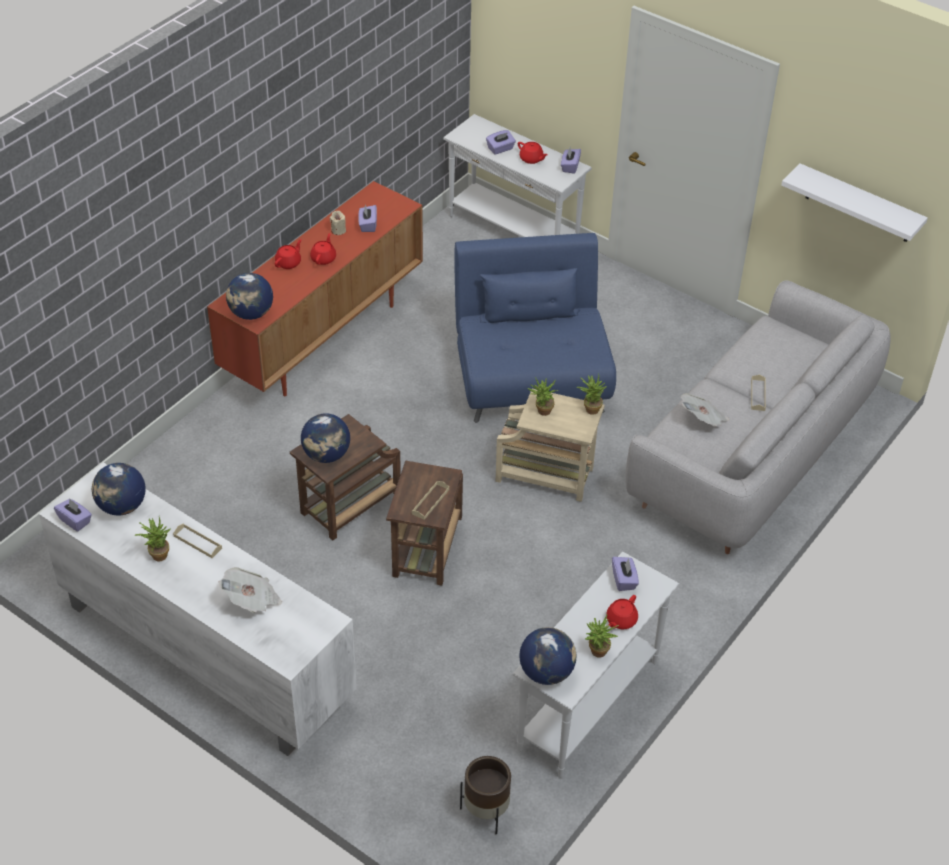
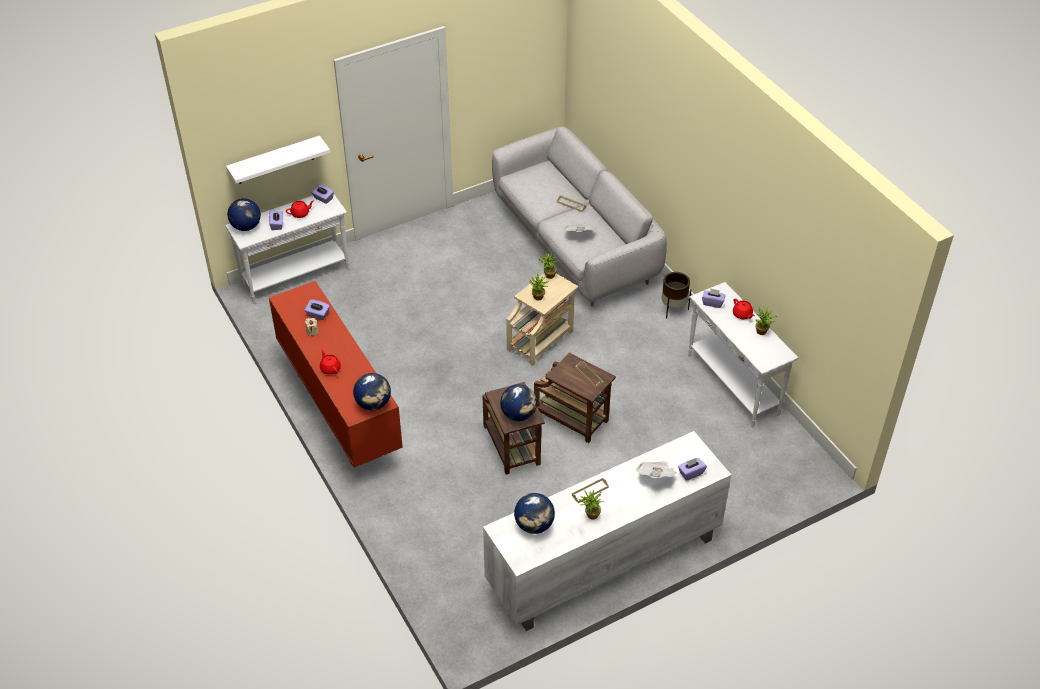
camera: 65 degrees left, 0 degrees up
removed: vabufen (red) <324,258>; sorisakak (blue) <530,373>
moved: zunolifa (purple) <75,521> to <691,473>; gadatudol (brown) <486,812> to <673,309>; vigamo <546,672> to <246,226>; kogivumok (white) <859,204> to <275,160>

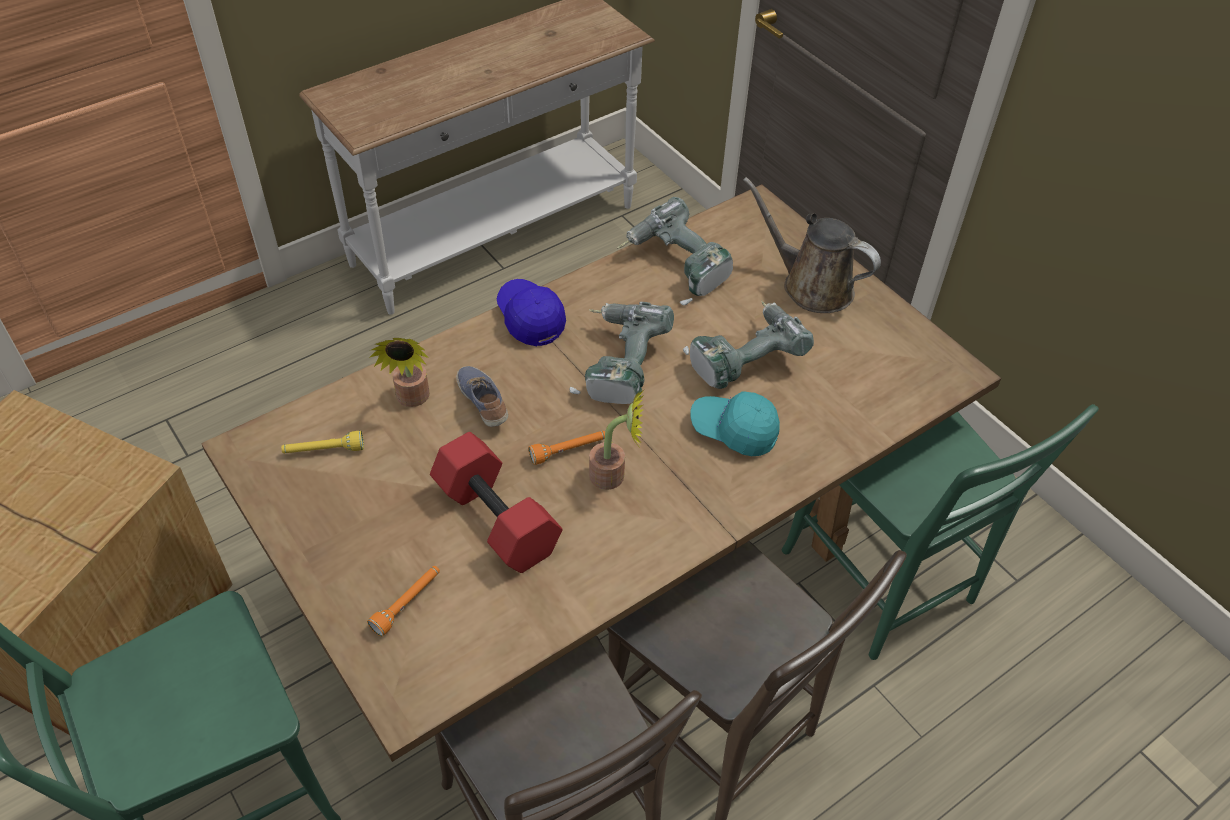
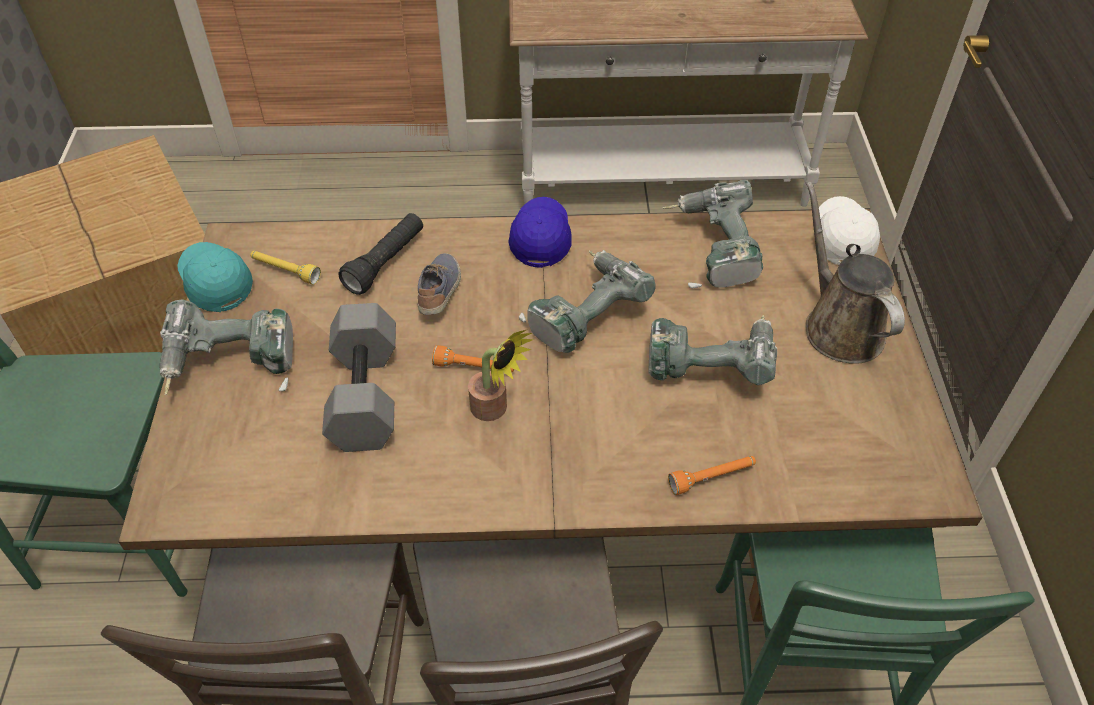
camera: 35 degrees right, 0 degrees up
added: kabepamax <232,366>; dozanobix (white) <842,238>
moved: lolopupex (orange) <407,603> to <712,478>; dozanobix (turquoise) <734,431> to <216,283>
replaced: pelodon <412,400> to lolopupex (black) <386,262>
recoloured: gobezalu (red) <499,519> to gobezalu (grey) <367,396>

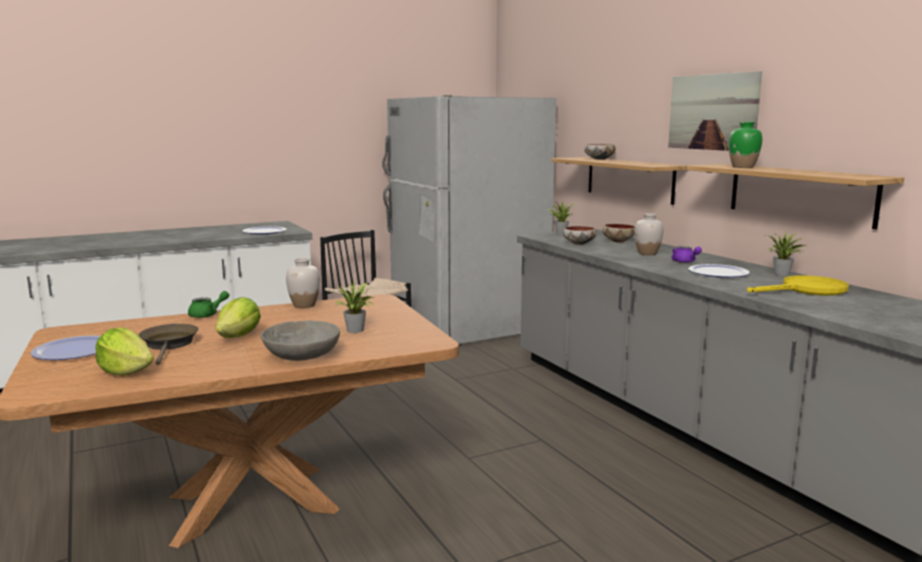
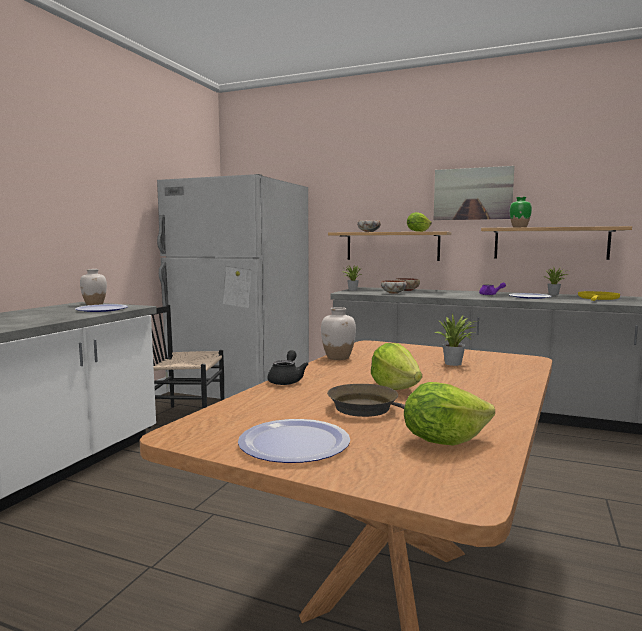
camera: 40 degrees left, 5 degrees down
removed: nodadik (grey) <301,355>
added: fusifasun <418,231>
moved: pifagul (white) <647,253> to <94,304>
recoloured: vabufen (green) <207,315> to vabufen (black) <286,380>

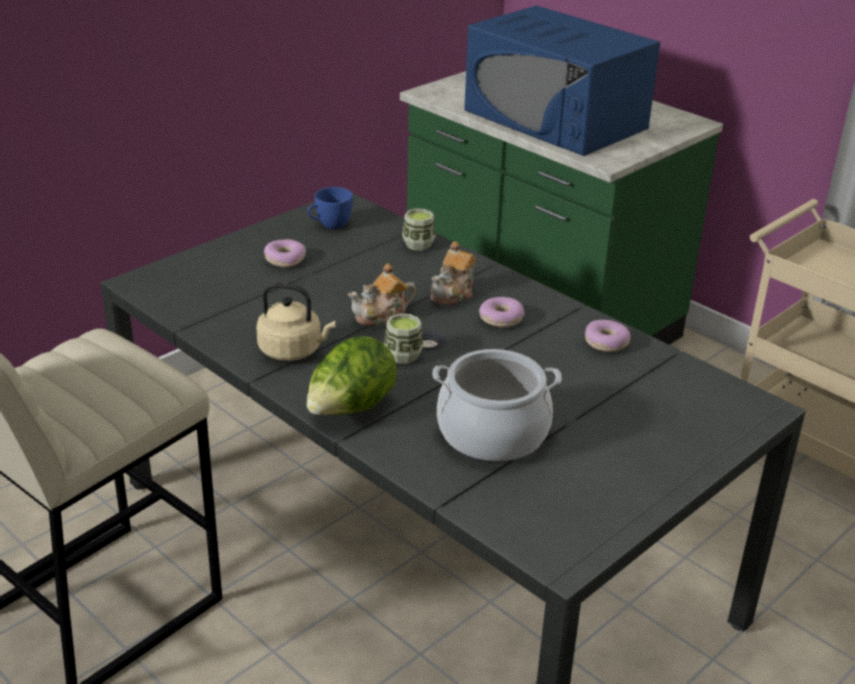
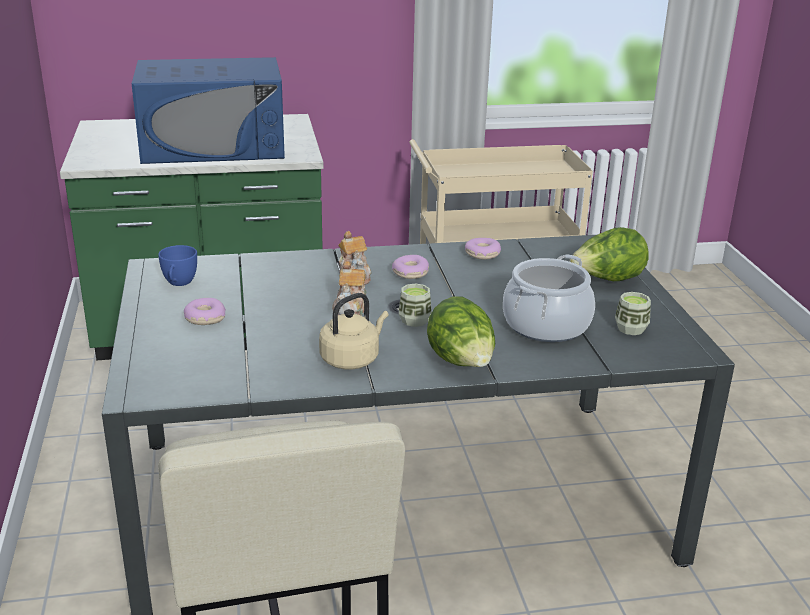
camera: 55 degrees left, 5 degrees down
added: fusifasun <607,280>
moved: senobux <418,244> to <630,328>

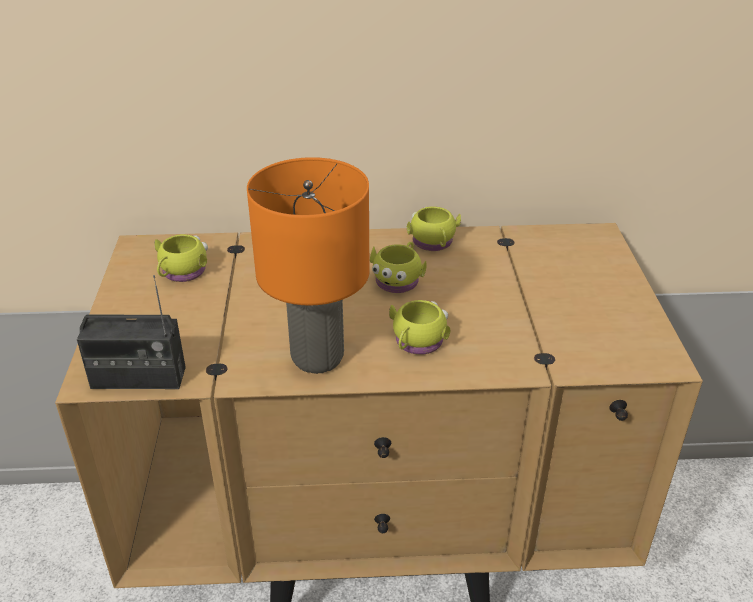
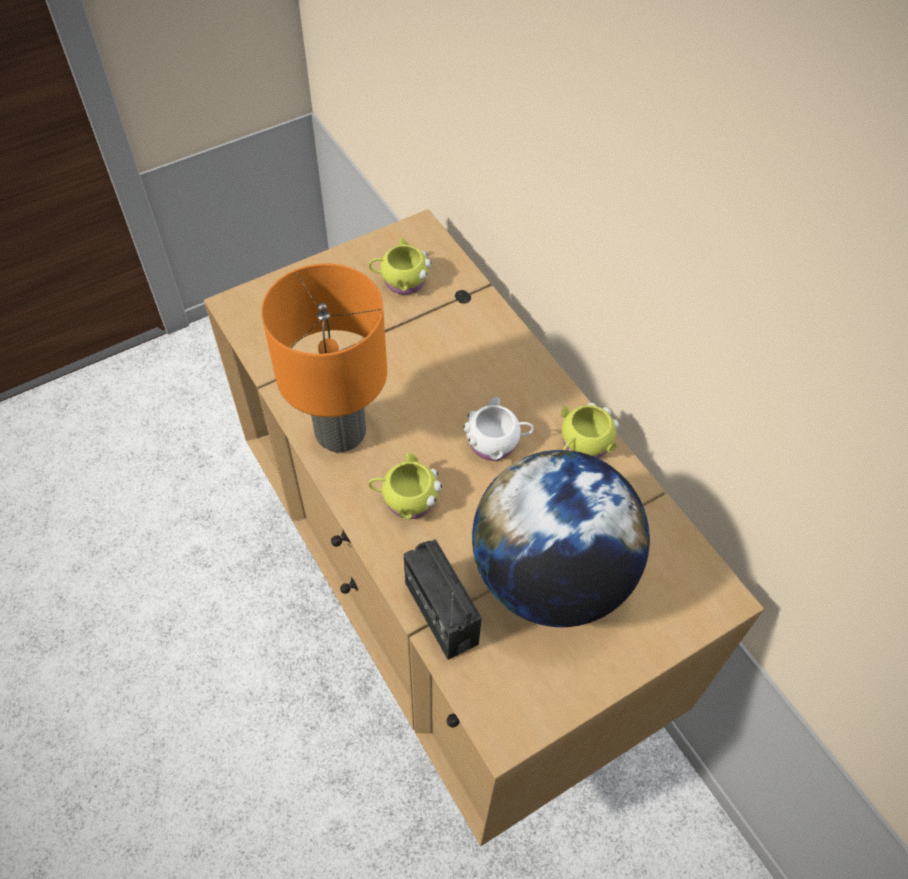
camera: 60 degrees right, 20 degrees up
added: vigamo <551,576>
moved: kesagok <138,378> to <440,613>
recoloured: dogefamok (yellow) <398,280> to dogefamok (white) <497,442>

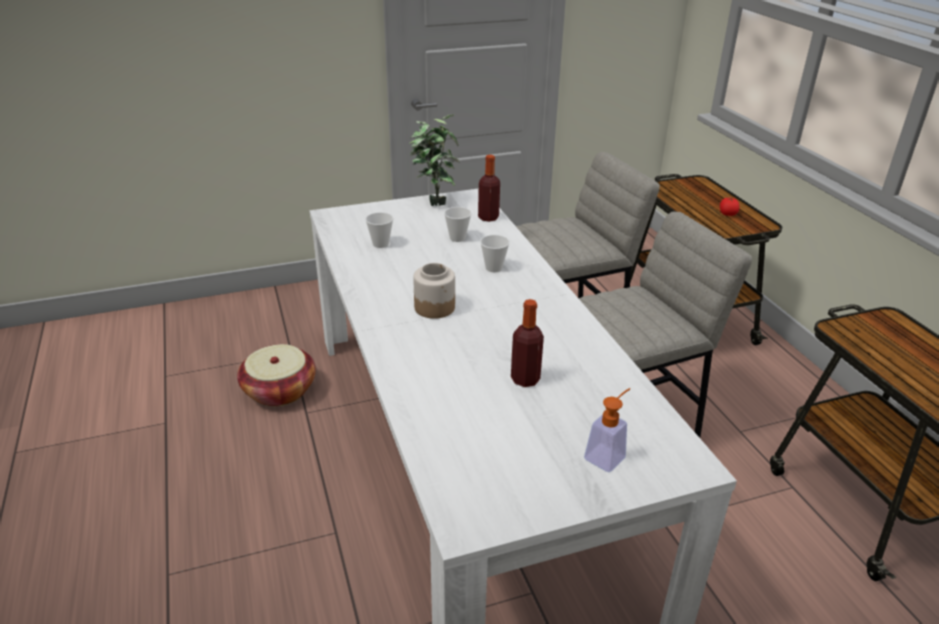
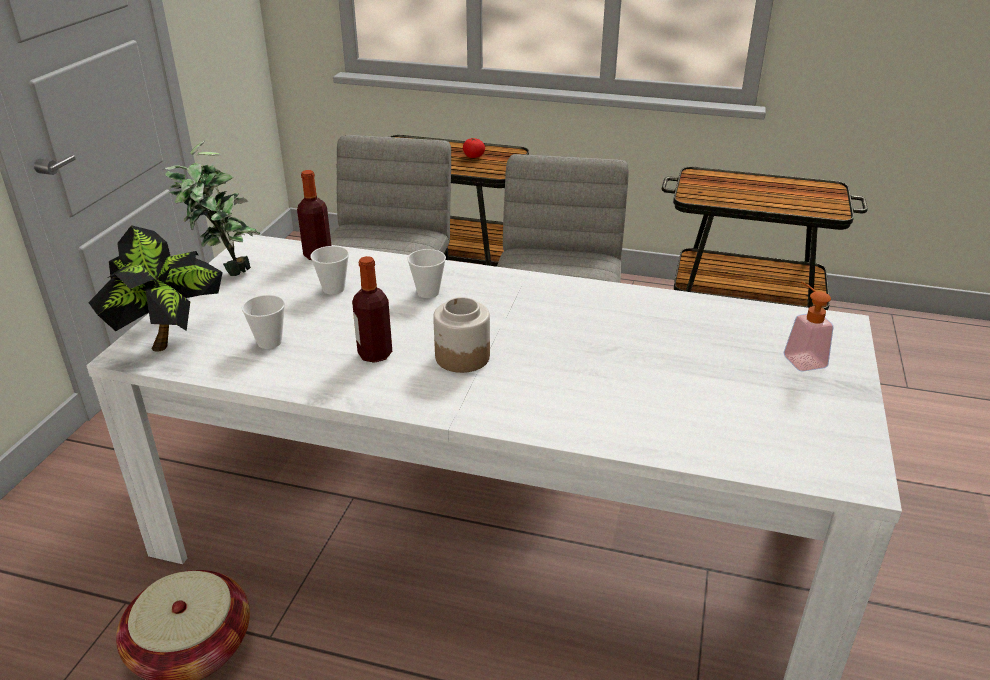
camera: 55 degrees left, 0 degrees up
added: pelodon <170,339>
moved: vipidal <525,379> to <375,354>

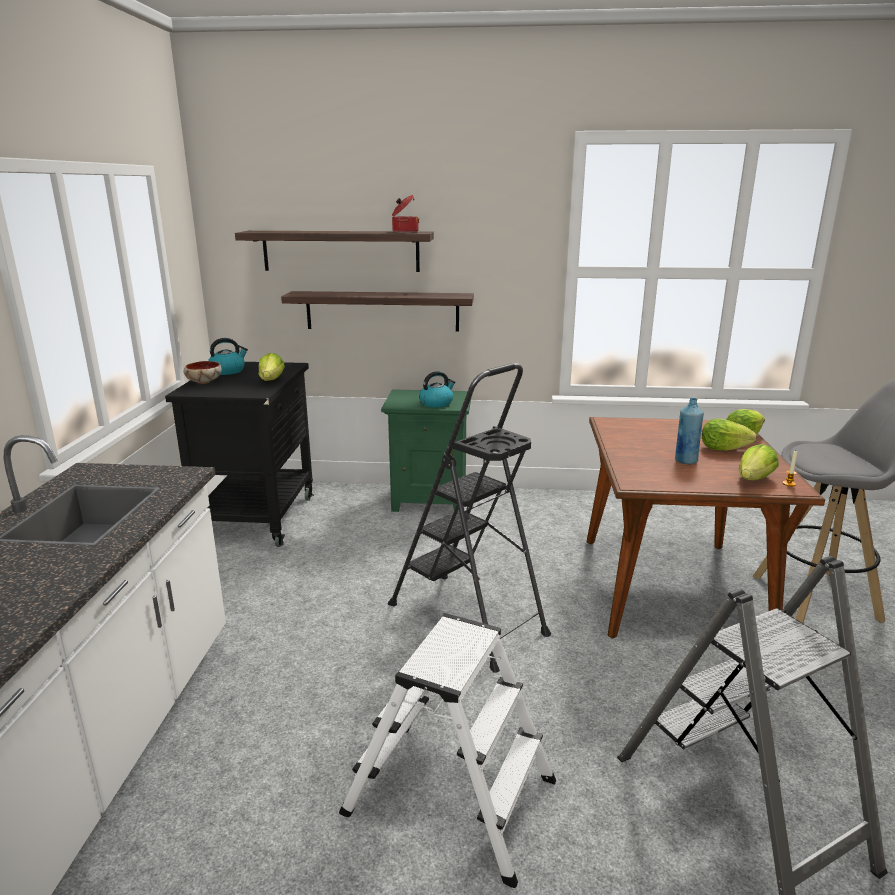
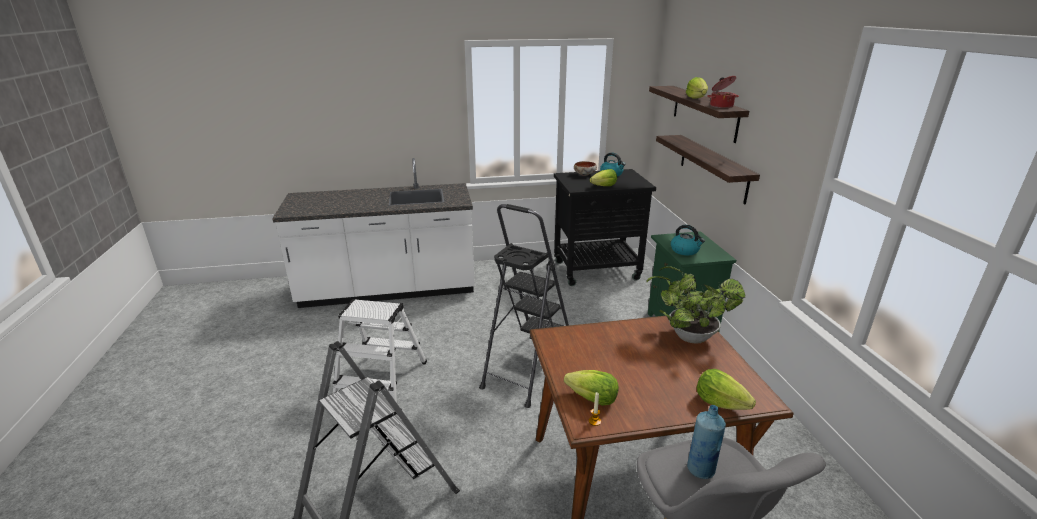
camera: 75 degrees right, 5 degrees up
added: pelodon <687,336>
moved: vipidal (blue) <685,461> to <700,469>; fusifasun <723,449> to <696,98>

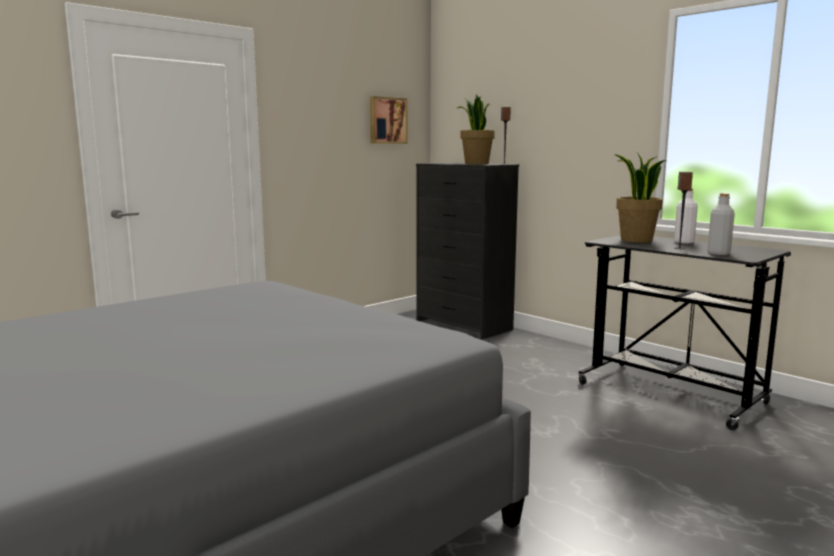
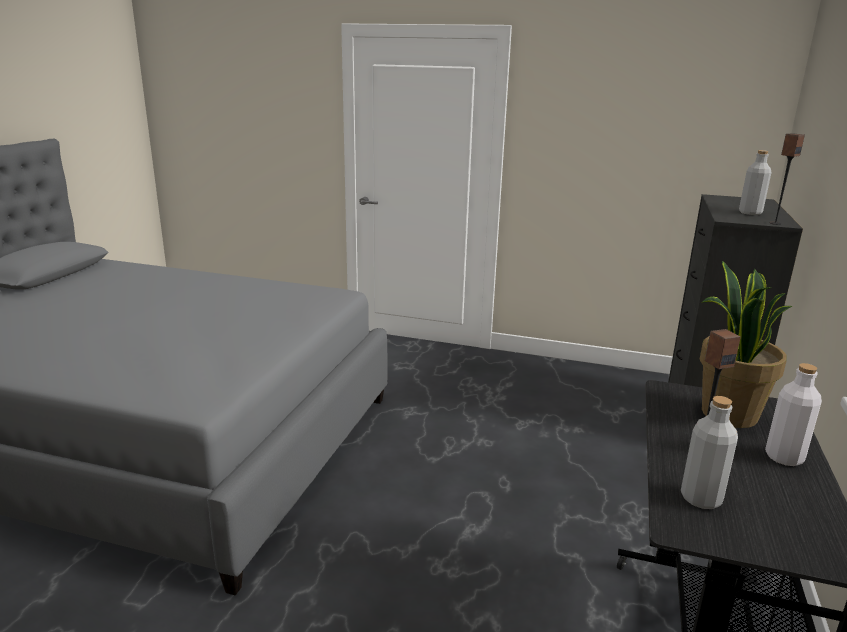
camera: 60 degrees right, 10 degrees up
removed: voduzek <387,120>
replaced: pelodon <476,163> to vipidal (grey) <750,213>

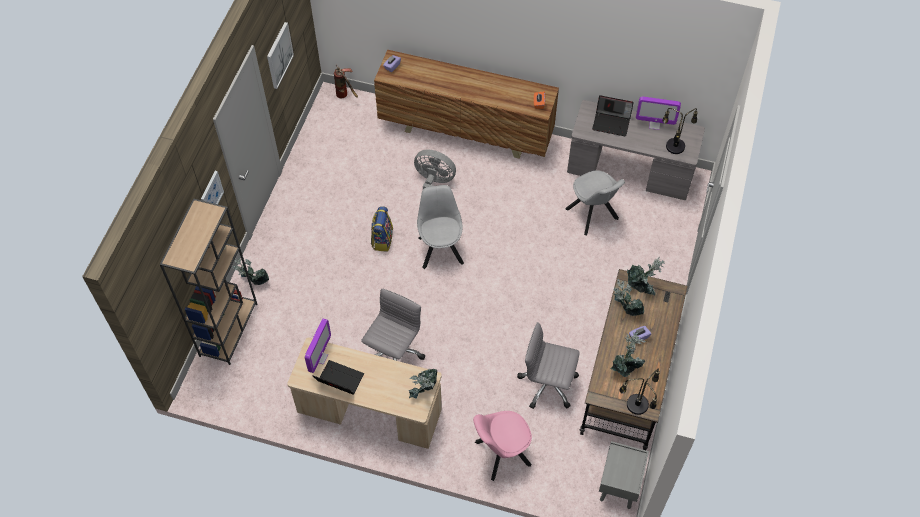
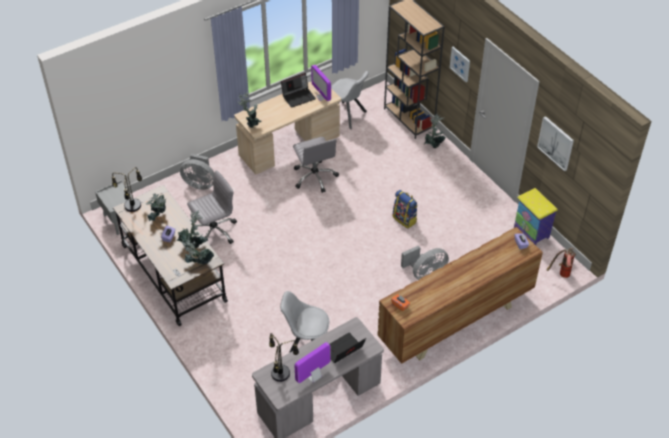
camera: 130 degrees right, 10 degrees down
added: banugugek <531,233>
moved: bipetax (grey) <440,249> to <347,115>
replaced: bipetax (pink) <501,454> to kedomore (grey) <200,183>

